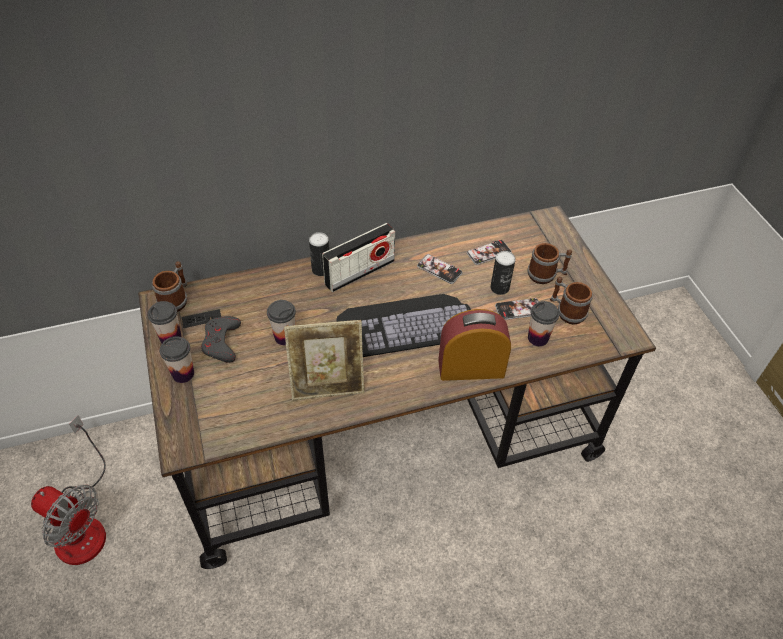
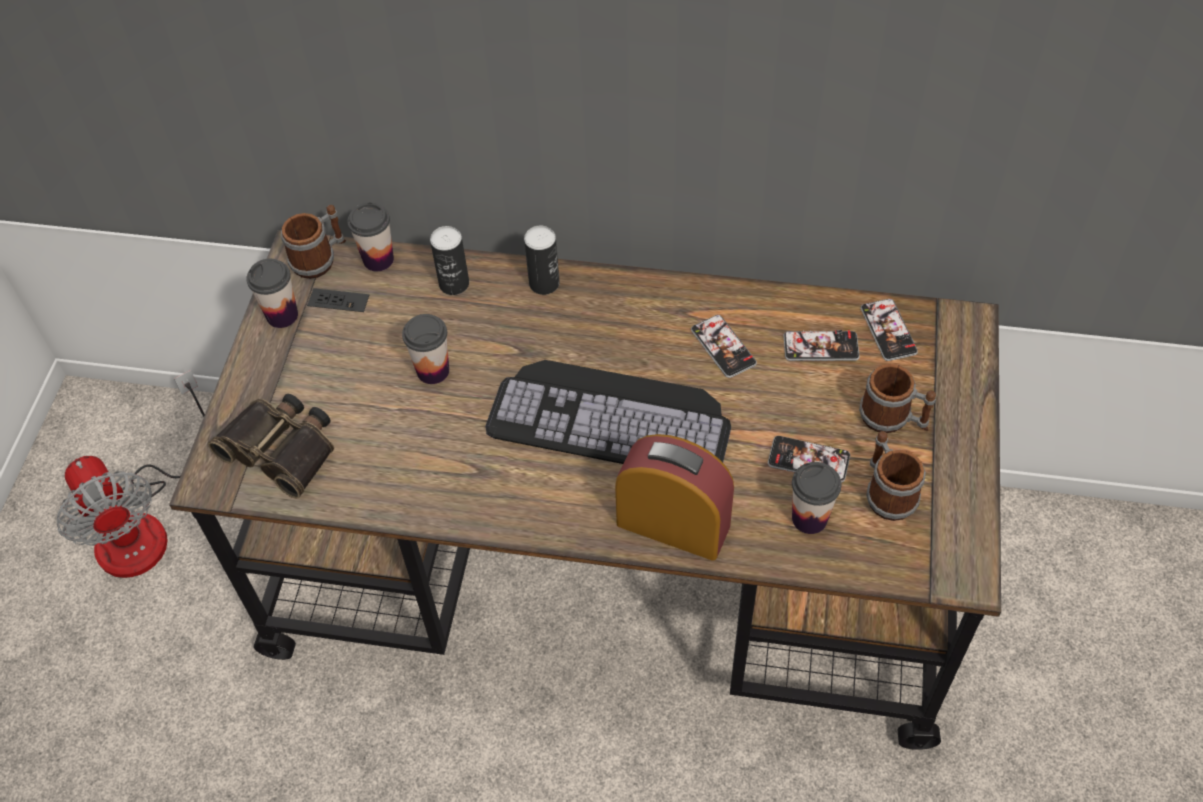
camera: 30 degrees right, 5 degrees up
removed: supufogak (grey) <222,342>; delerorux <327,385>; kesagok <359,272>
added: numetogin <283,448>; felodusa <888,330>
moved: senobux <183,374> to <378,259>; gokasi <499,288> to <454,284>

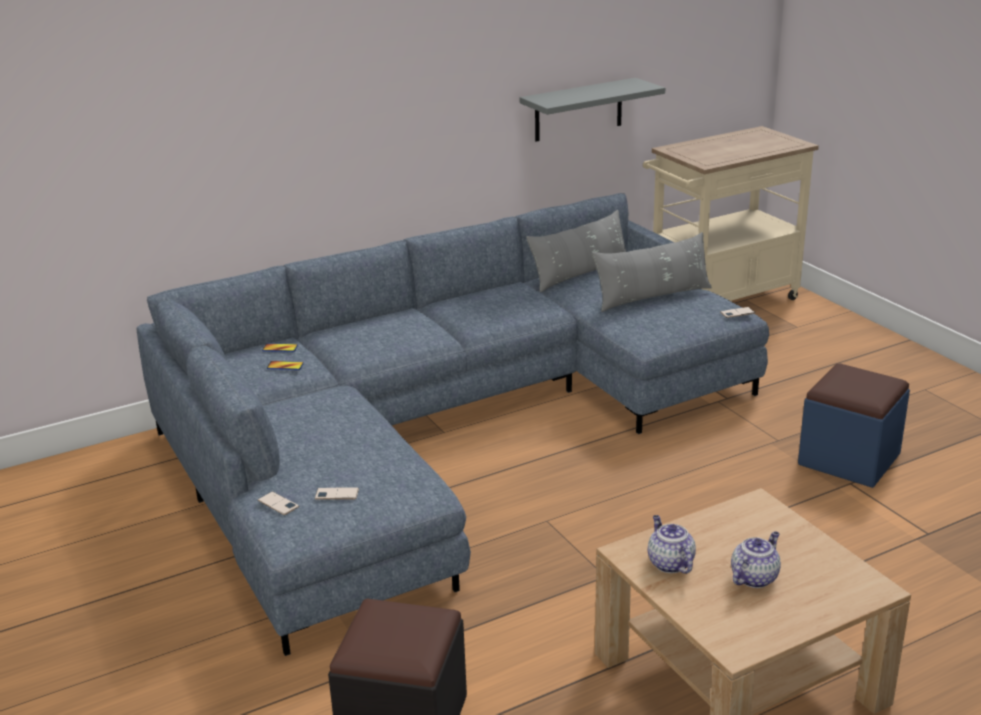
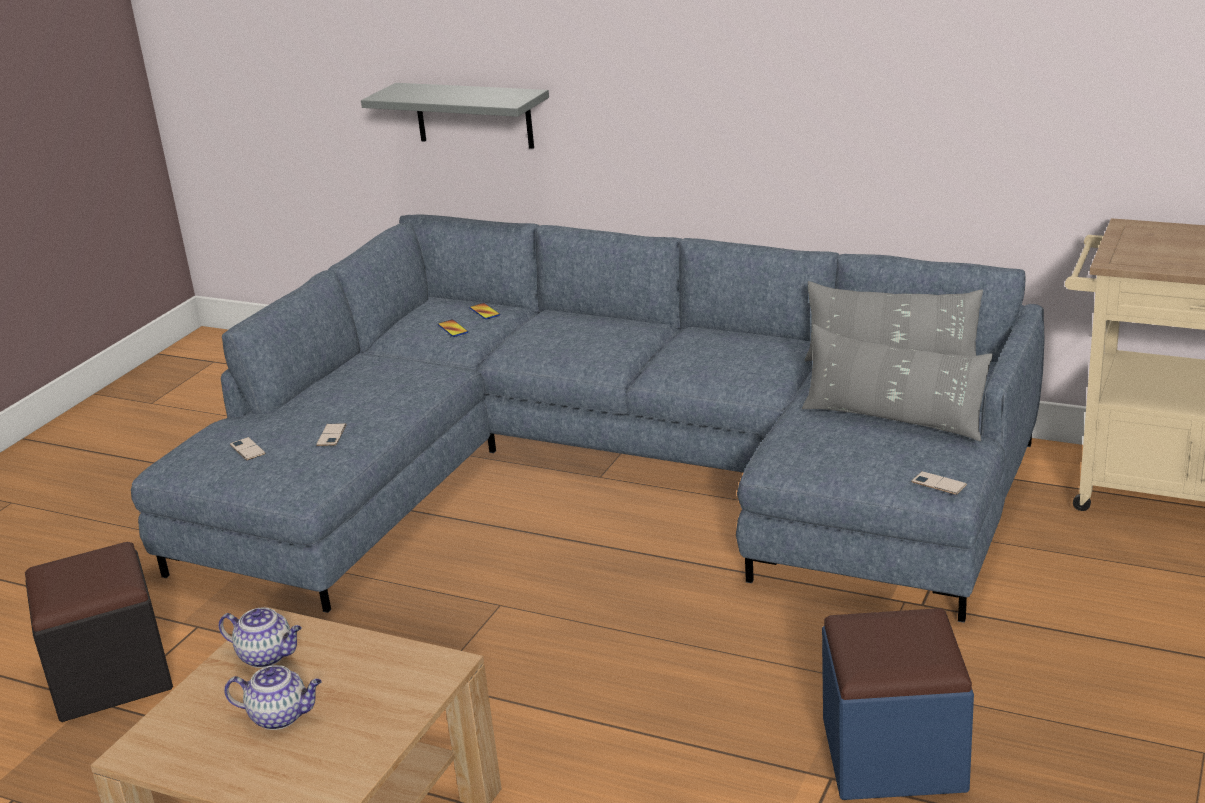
camera: 55 degrees right, 0 degrees up
moved: felodusa <278,503> to <331,435>; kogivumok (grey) <578,110> to <473,115>
turned: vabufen <669,563> = <267,656> 75 degrees clockwise

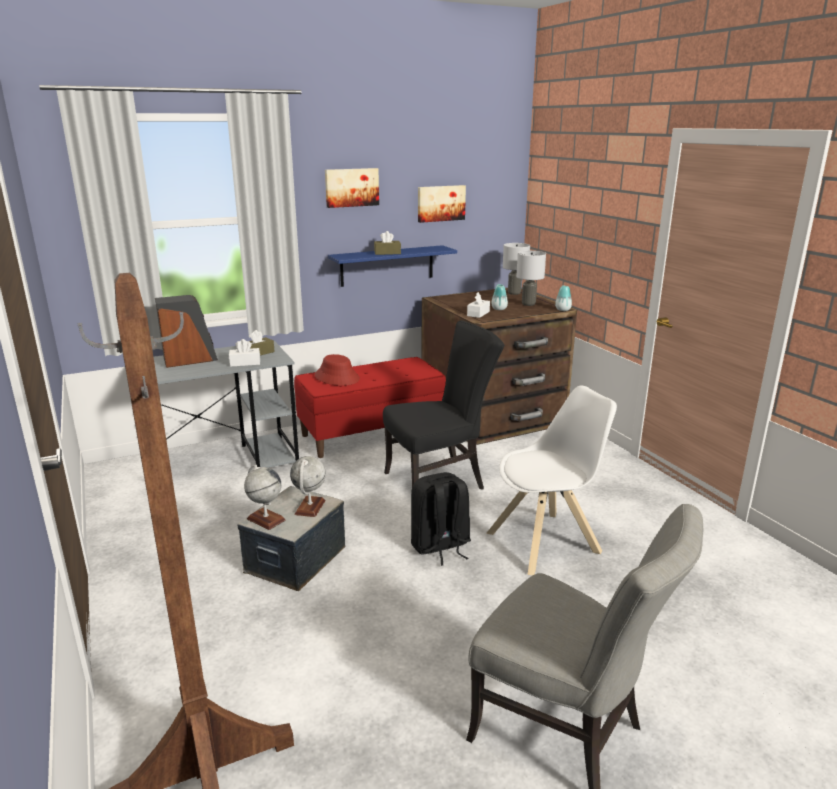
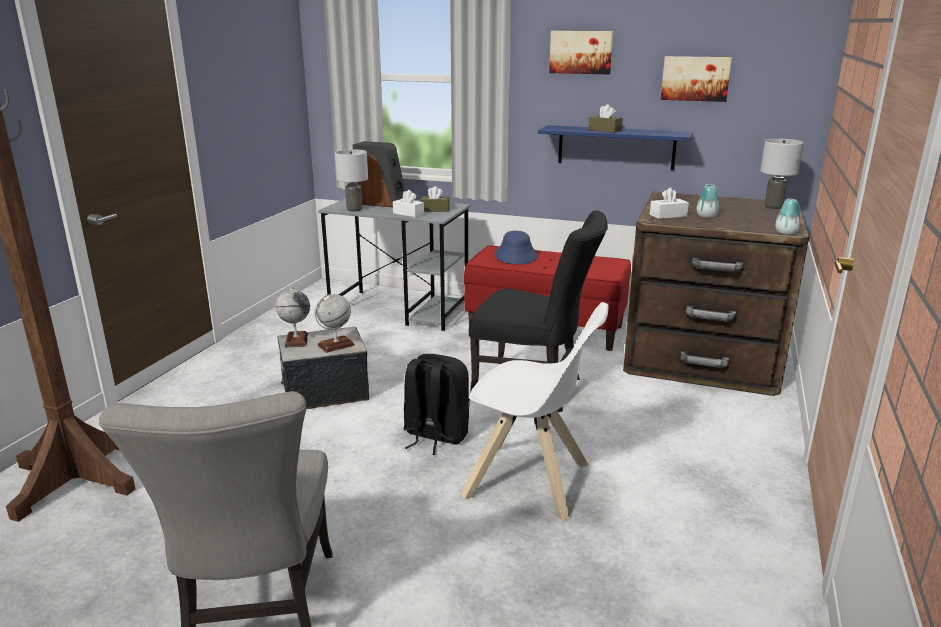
camera: 45 degrees right, 0 degrees up
moved: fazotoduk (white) <529,304> to <355,210>
recoloured: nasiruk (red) <337,377> to nasiruk (blue) <516,256>

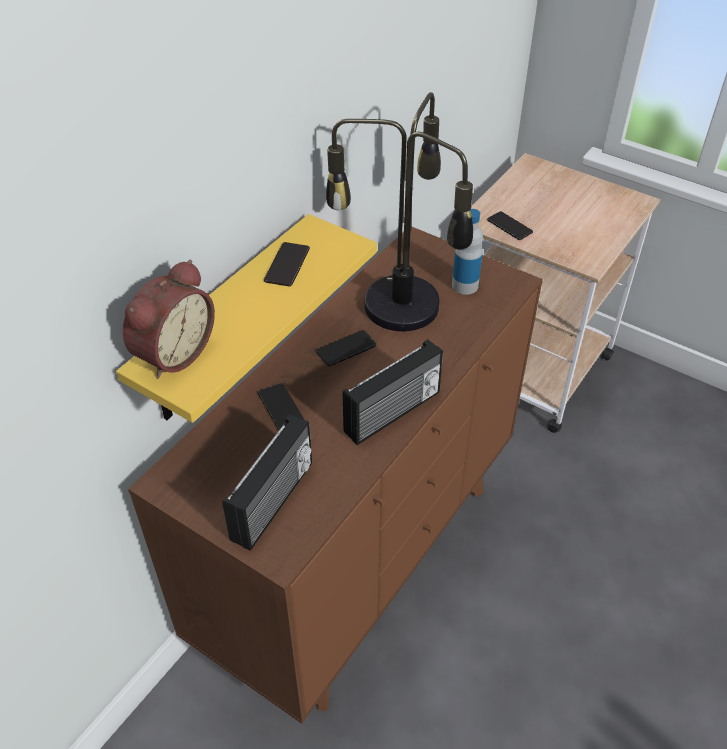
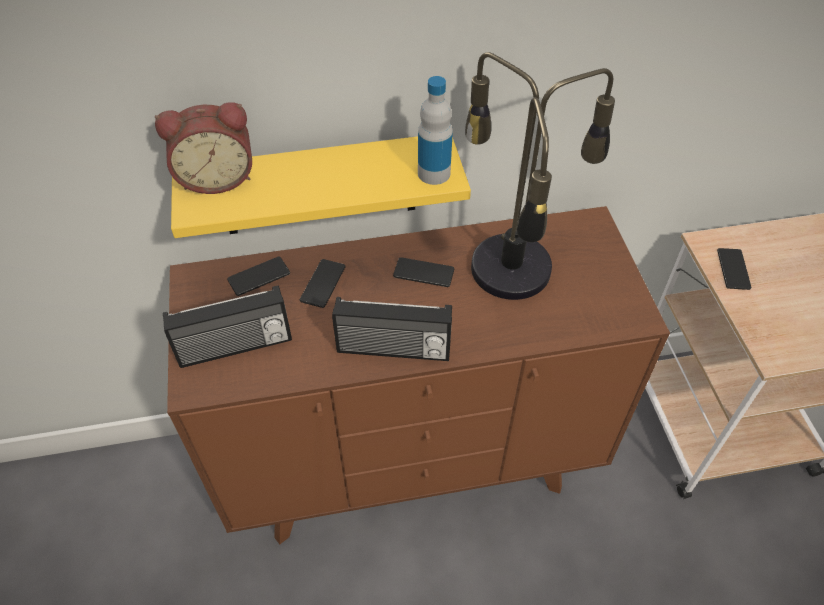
camera: 45 degrees right, 5 degrees up
moved: felodusa <287,265> to <259,277>; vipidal <465,285> to <434,173>

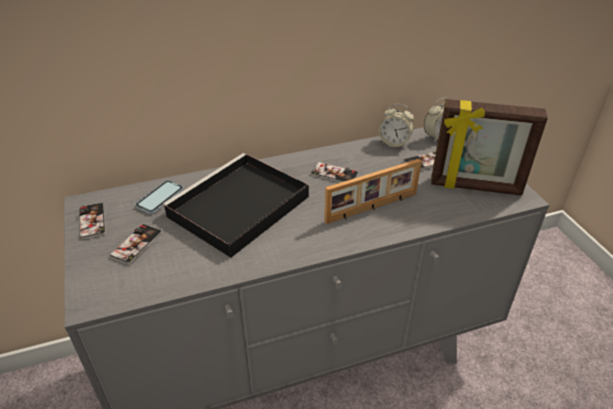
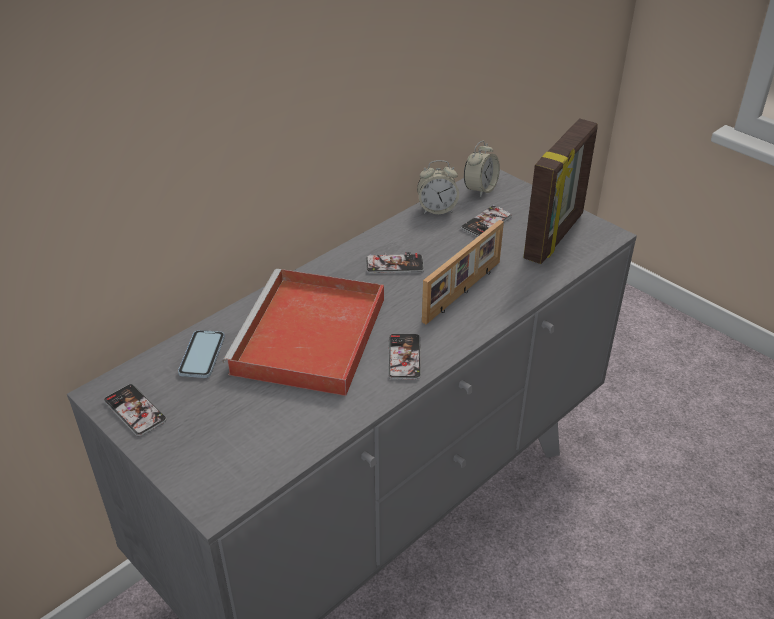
camera: 25 degrees left, 0 degrees up
moved: felodusa <136,244> to <404,357>
recoloured: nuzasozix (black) <237,208> to nuzasozix (red) <309,338>
turned: delerorux <475,187> = <555,237> 45 degrees counterclockwise

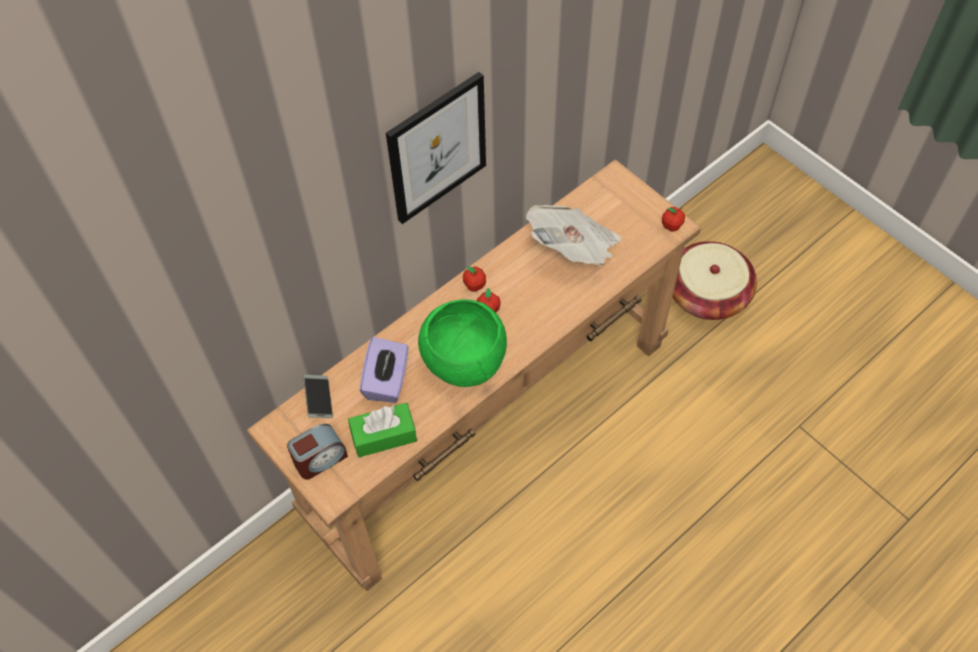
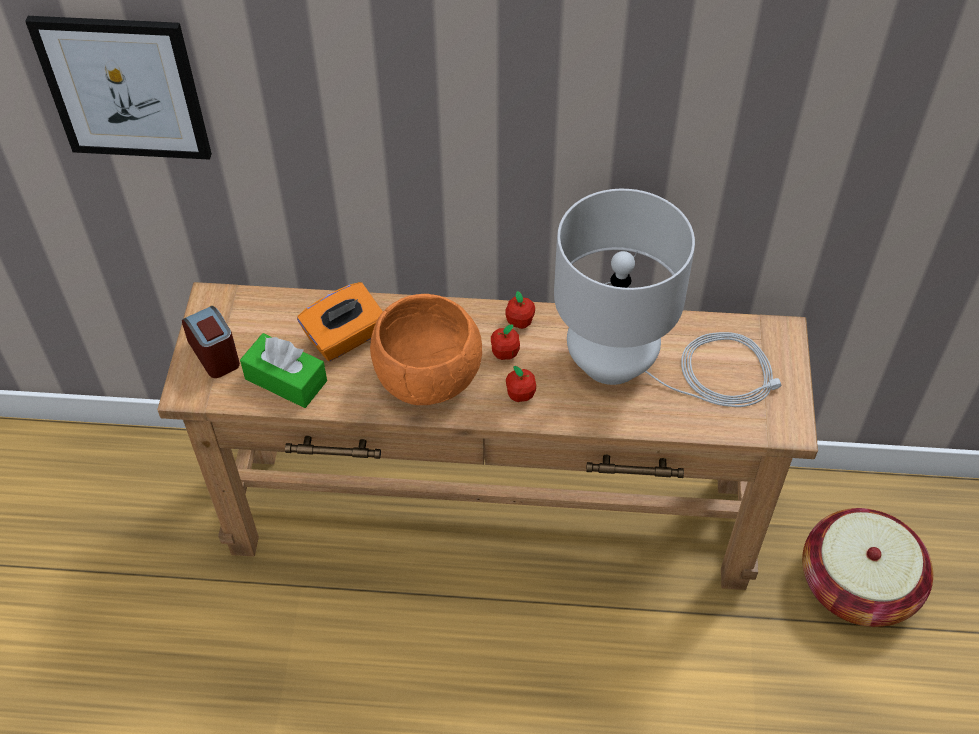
camera: 45 degrees right, 5 degrees down
removed: felodusa <319,399>
moved: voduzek <437,148> to <124,88>; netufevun <671,226> to <520,395>
replaced: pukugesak <574,248> to fazotoduk (white) <656,365>
recoloured: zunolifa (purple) <387,381> to zunolifa (orange) <345,338>; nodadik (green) <463,362> to nodadik (orange) <426,378>
turned: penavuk <320,459> = <215,353> 135 degrees counterclockwise

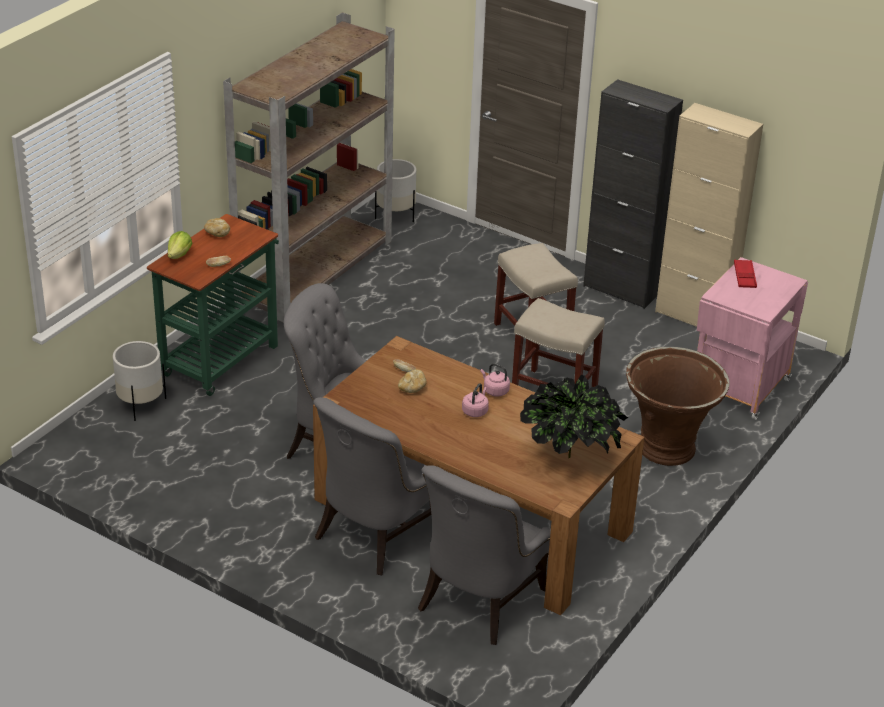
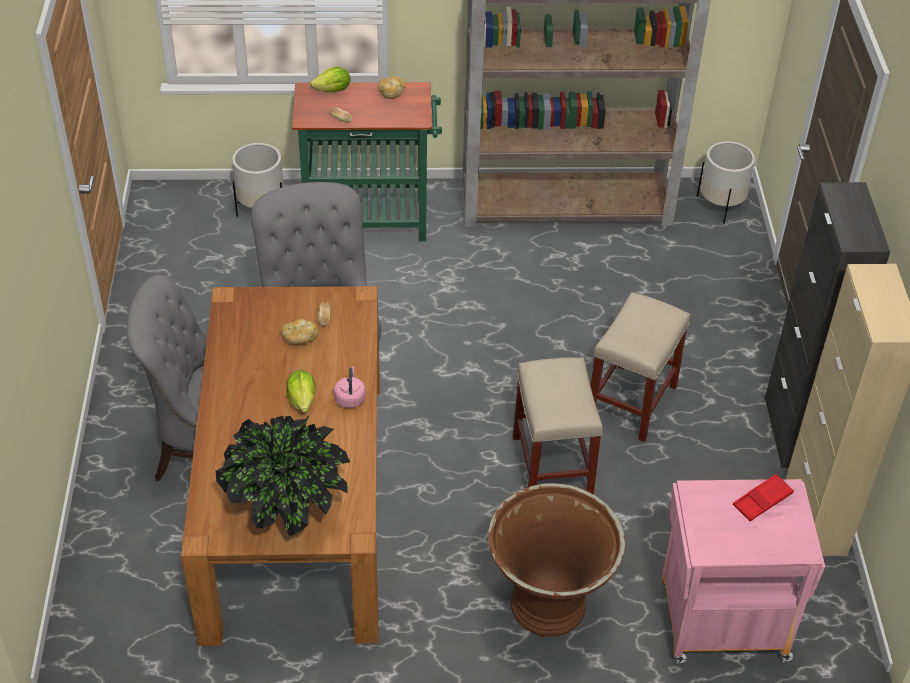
camera: 55 degrees right, 10 degrees up
removed: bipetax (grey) <480,600>
replaced: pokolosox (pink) <475,411> to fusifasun <302,400>

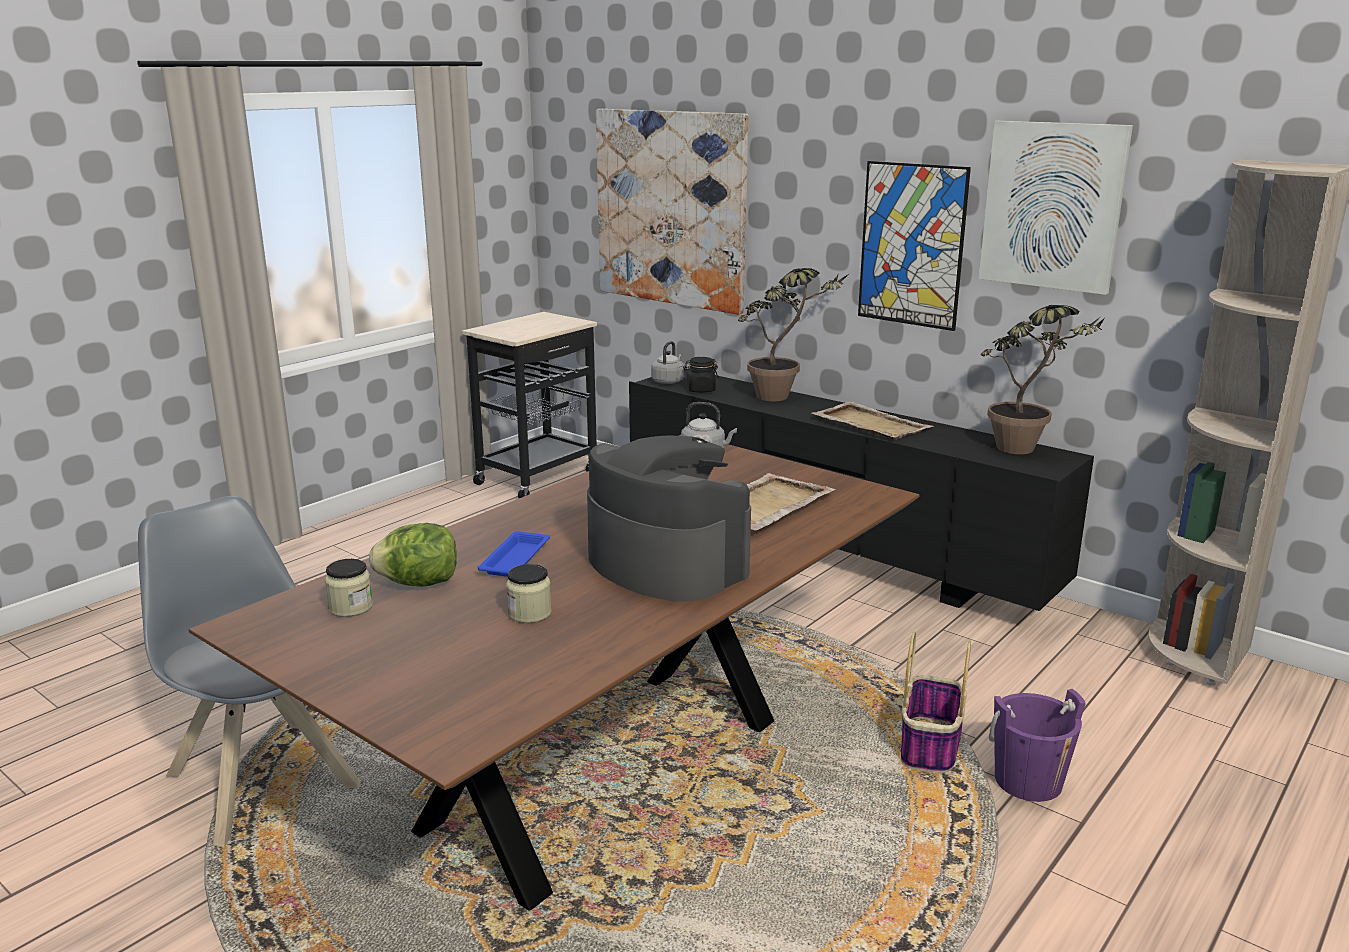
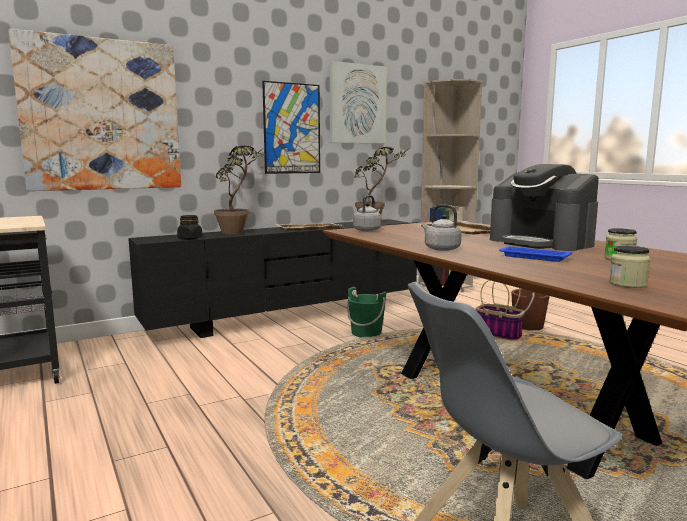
camera: 70 degrees left, 10 degrees down
removed: fusifasun <419,583>
added: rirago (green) <366,333>
moved: pokolosox (grey) <668,381> to <440,249>
recoloured: rirago (purple) <1028,781> to rirago (brown) <528,326>
turned: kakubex <665,564> = <541,242> 105 degrees counterclockwise

